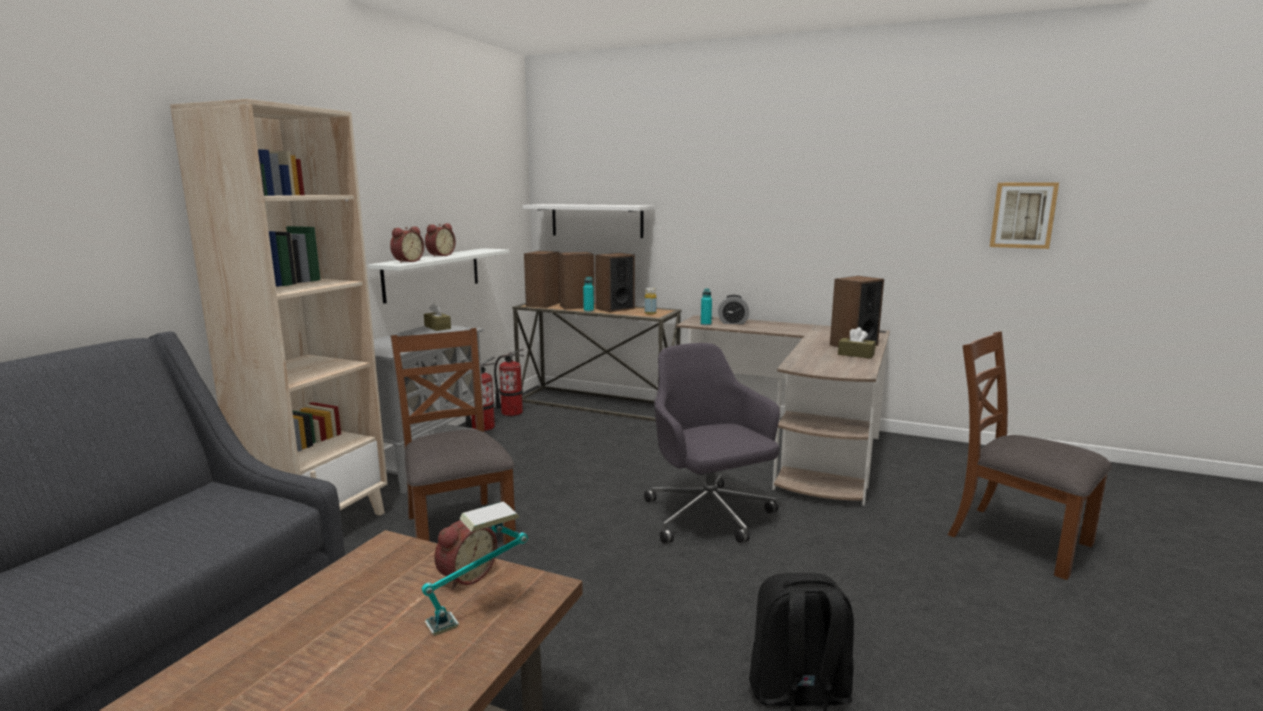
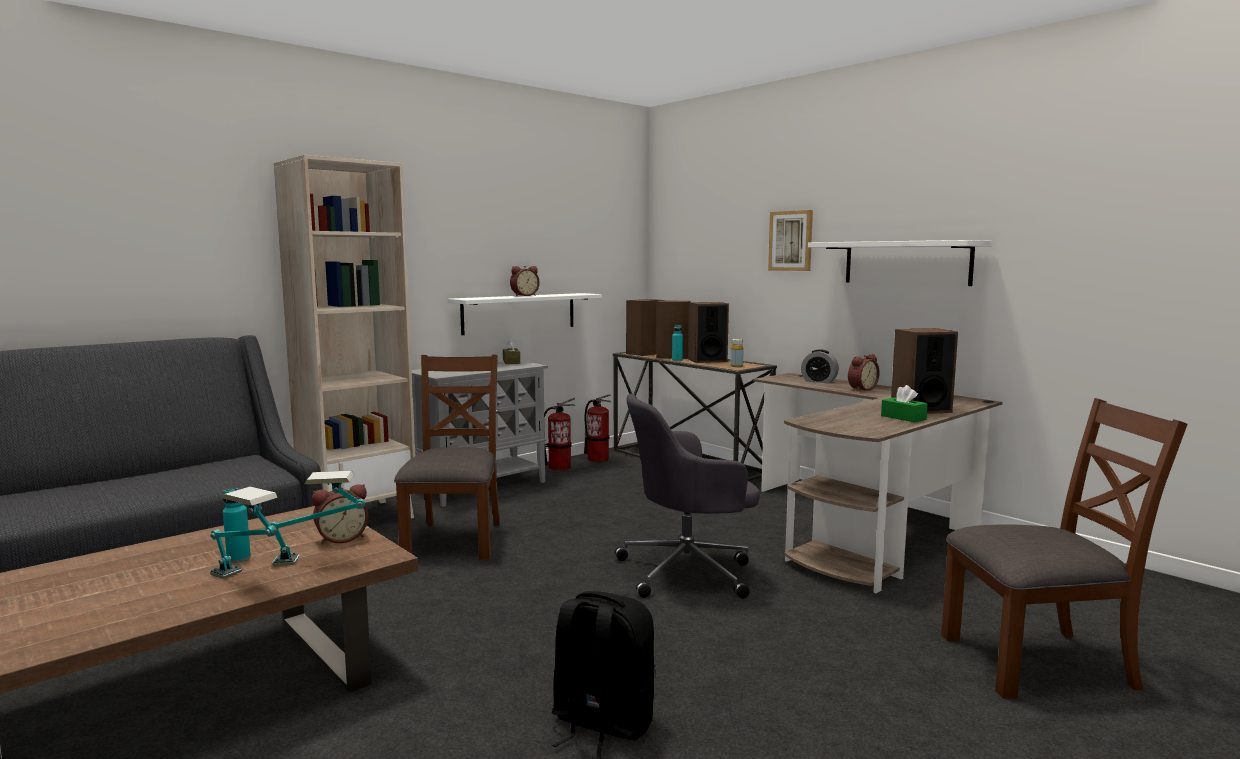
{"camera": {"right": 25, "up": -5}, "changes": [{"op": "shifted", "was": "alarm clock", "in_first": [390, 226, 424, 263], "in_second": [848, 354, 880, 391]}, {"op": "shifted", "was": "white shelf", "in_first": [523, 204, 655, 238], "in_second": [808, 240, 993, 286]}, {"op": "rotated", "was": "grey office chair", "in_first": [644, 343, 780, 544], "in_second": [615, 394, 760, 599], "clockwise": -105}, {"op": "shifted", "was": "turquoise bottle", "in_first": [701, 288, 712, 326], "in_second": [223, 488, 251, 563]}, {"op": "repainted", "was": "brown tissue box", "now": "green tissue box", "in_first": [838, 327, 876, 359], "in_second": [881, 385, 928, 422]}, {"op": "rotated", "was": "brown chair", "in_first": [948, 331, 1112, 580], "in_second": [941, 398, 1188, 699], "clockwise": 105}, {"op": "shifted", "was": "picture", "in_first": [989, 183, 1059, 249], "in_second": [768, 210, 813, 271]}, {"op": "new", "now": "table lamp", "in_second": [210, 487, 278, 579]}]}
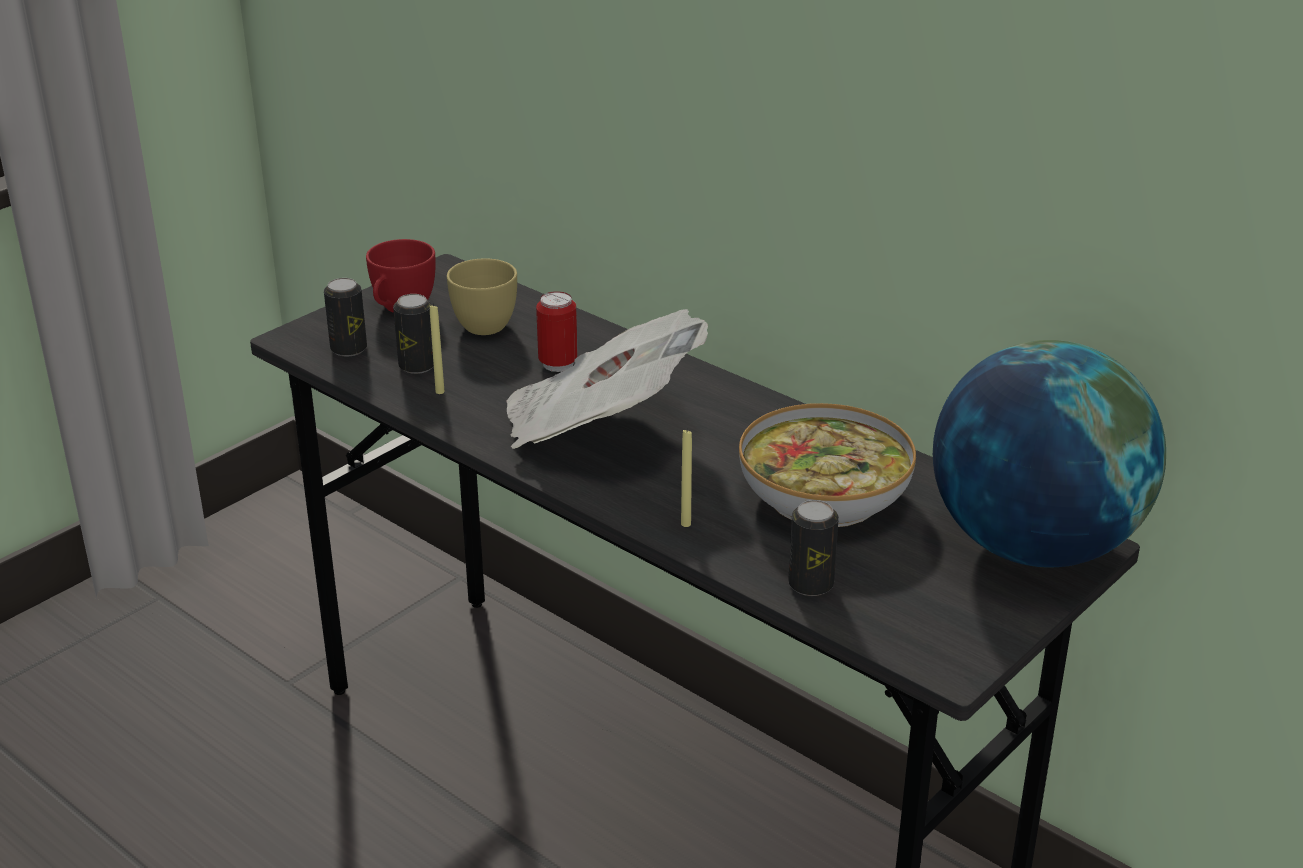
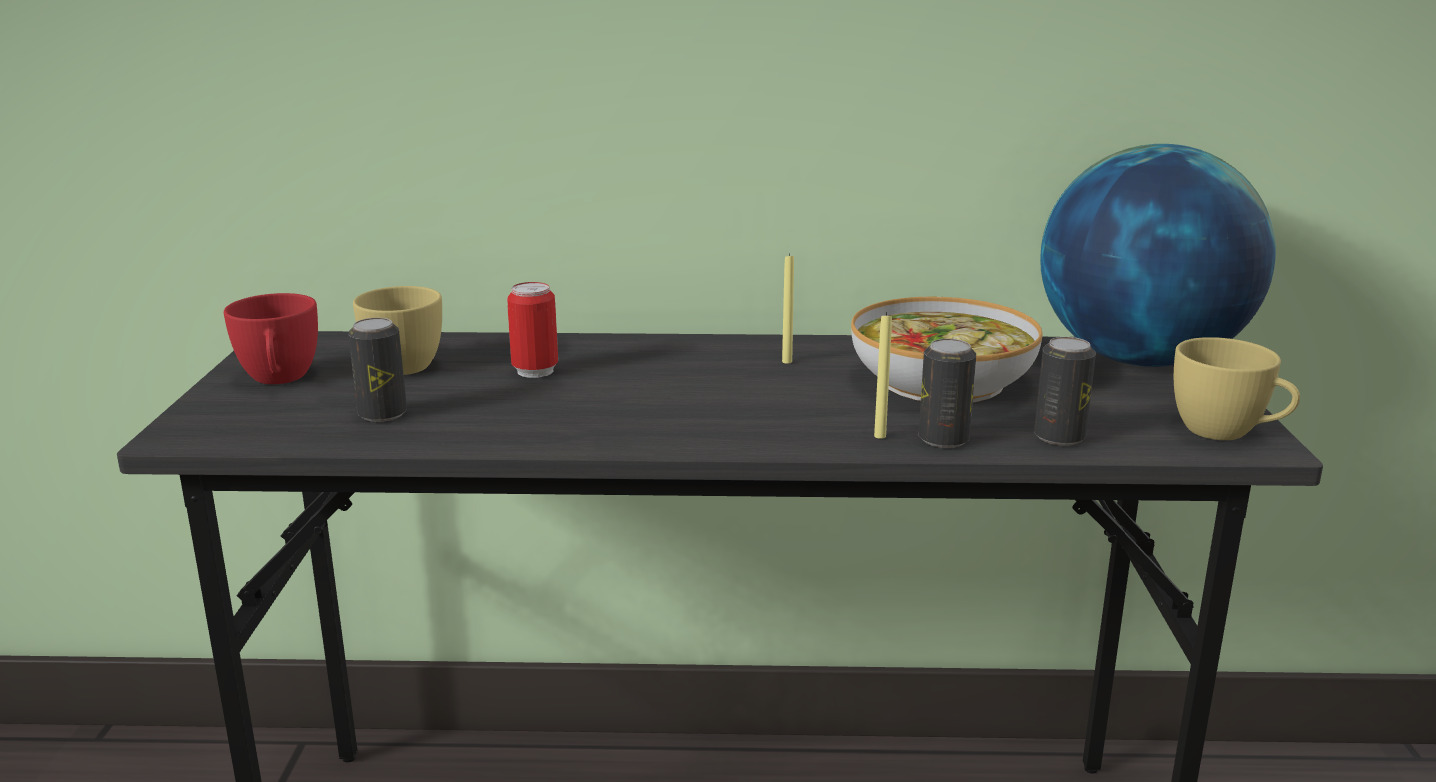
{"camera": {"right": -40, "up": -10}, "changes": [{"op": "shifted", "was": "can", "in_first": [324, 278, 367, 357], "in_second": [919, 339, 976, 448]}, {"op": "shifted", "was": "yellow candle", "in_first": [430, 304, 445, 394], "in_second": [782, 253, 794, 364]}, {"op": "gone", "was": "newspaper", "in_first": [506, 309, 708, 449]}, {"op": "new", "now": "yellow cup", "in_second": [1174, 337, 1300, 440]}]}
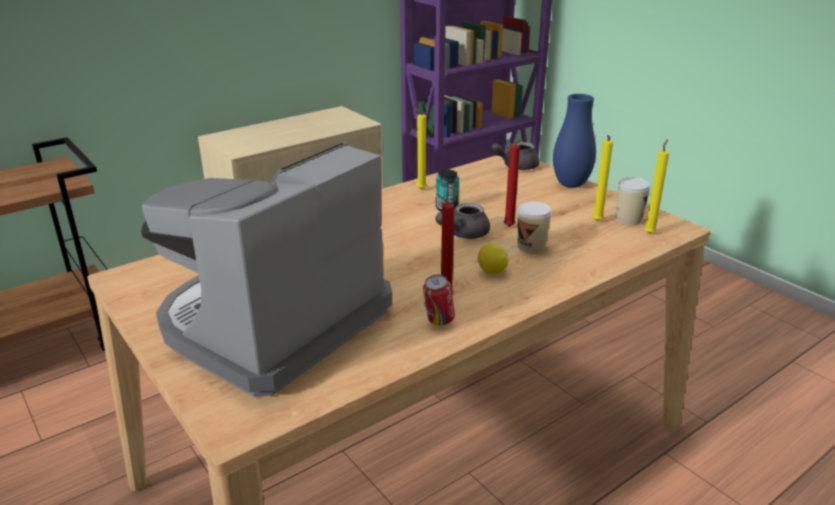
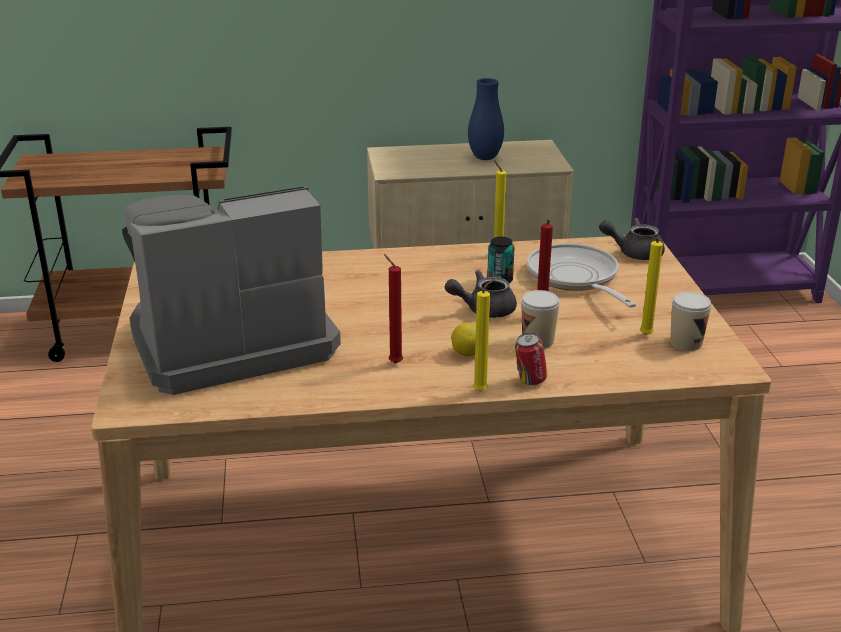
{"camera": {"right": 30, "up": 0}, "changes": [{"op": "shifted", "was": "can", "in_first": [423, 275, 455, 325], "in_second": [515, 333, 548, 385]}, {"op": "shifted", "was": "blue vase", "in_first": [553, 94, 596, 188], "in_second": [468, 78, 504, 160]}, {"op": "shifted", "was": "yellow candle", "in_first": [644, 139, 669, 234], "in_second": [473, 279, 495, 392]}, {"op": "new", "now": "frying pan", "in_second": [527, 243, 636, 308]}]}
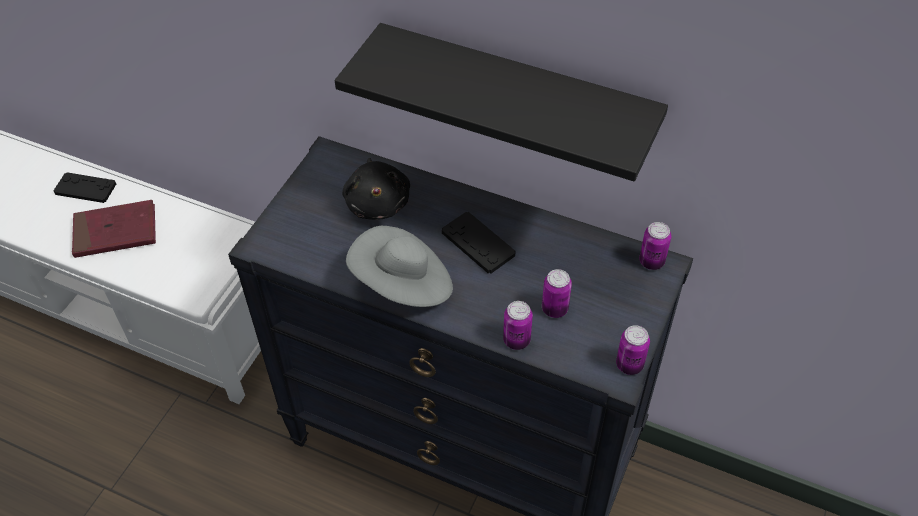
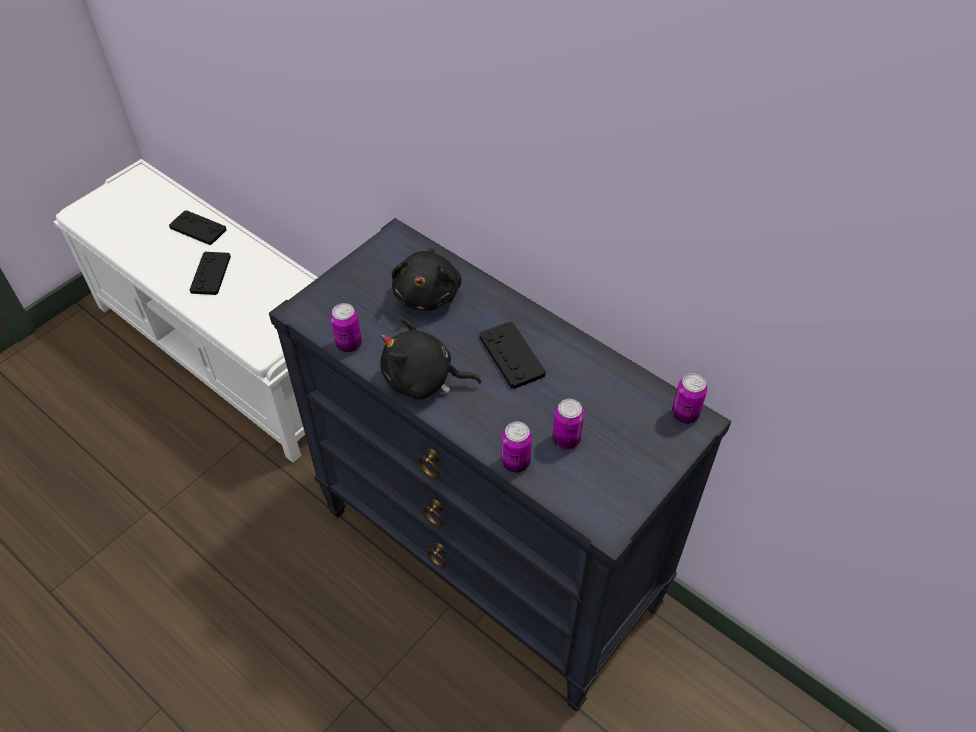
{"camera": {"right": 15, "up": 0}, "changes": [{"op": "swapped", "was": "red book", "now": "black game controller", "in_first": [72, 200, 156, 258], "in_second": [190, 252, 231, 295]}, {"op": "gone", "was": "black shelf", "in_first": [335, 23, 668, 181]}, {"op": "swapped", "was": "grey hat", "now": "black plush toy", "in_first": [346, 226, 453, 307], "in_second": [380, 318, 481, 399]}, {"op": "shifted", "was": "can", "in_first": [616, 325, 650, 375], "in_second": [330, 303, 362, 352]}]}
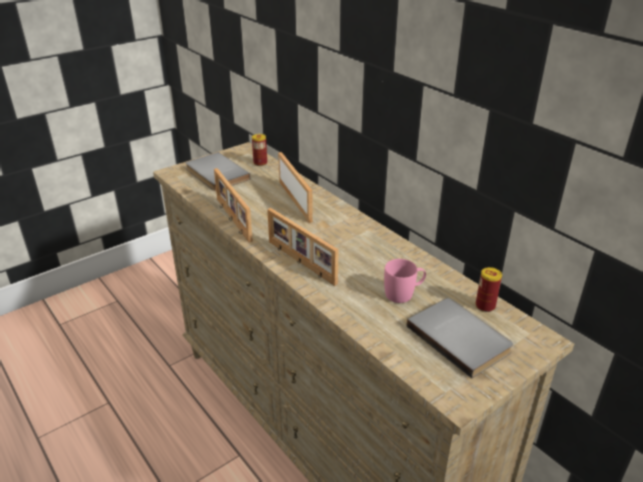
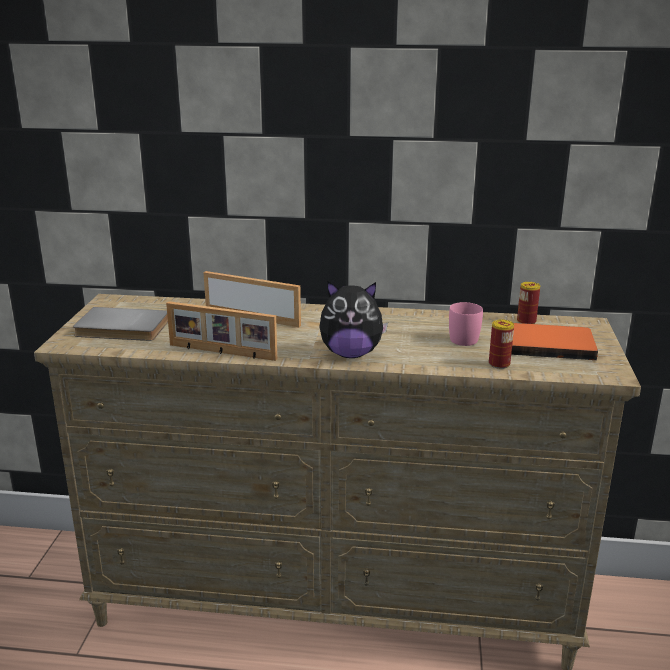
{"camera": {"right": -45, "up": -10}, "changes": [{"op": "shifted", "was": "can", "in_first": [252, 134, 267, 166], "in_second": [489, 319, 514, 369]}, {"op": "swapped", "was": "picture frame", "now": "plush toy", "in_first": [267, 208, 339, 286], "in_second": [319, 281, 388, 358]}, {"op": "repainted", "was": "grey book", "now": "orange book", "in_first": [407, 298, 513, 378], "in_second": [511, 323, 598, 360]}]}
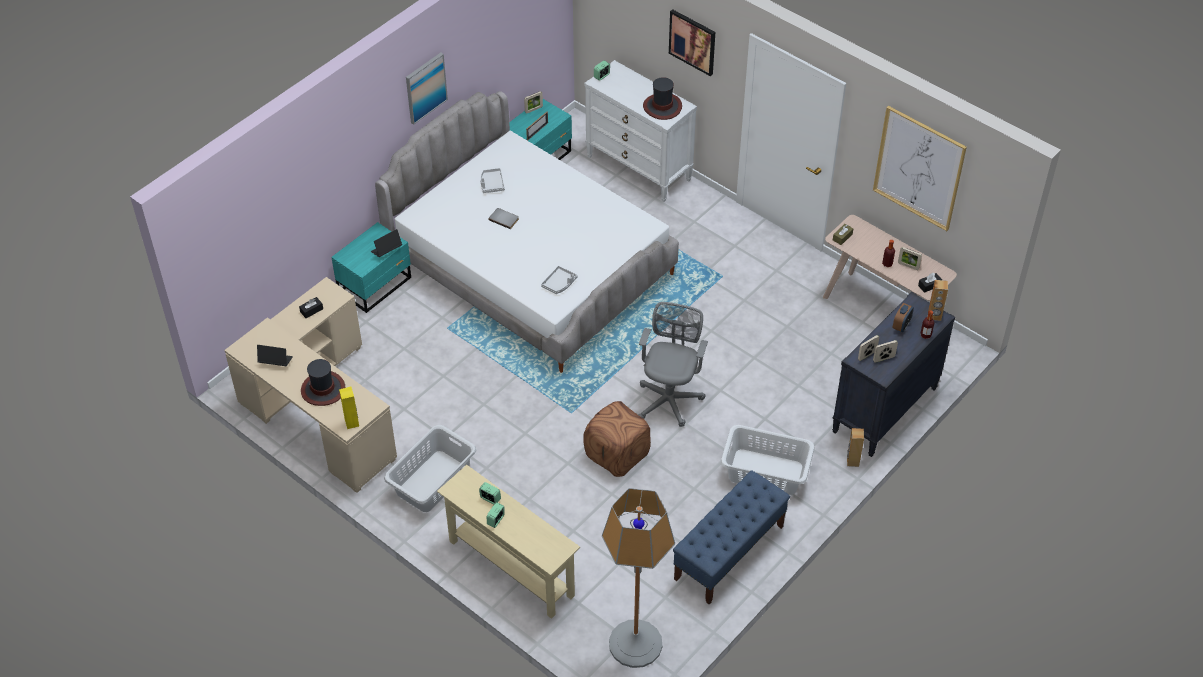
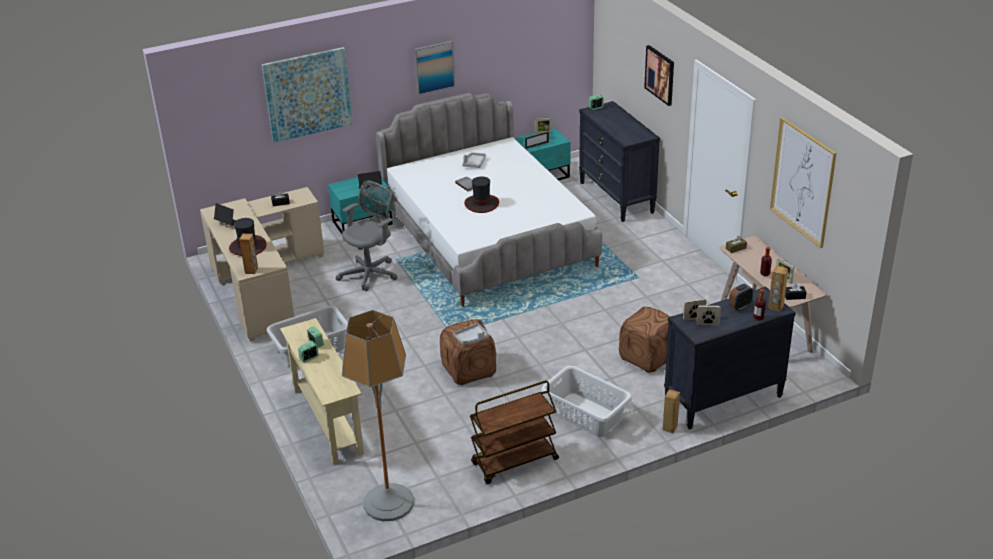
{"camera": {"right": 25, "up": -15}, "changes": [{"op": "repainted", "was": "yellow speaker", "now": "brown speaker", "in_first": [339, 387, 359, 429], "in_second": [239, 234, 258, 274]}, {"op": "shifted", "was": "grey tray", "in_first": [541, 266, 577, 294], "in_second": [453, 323, 490, 344]}, {"op": "repainted", "was": "white dresser", "now": "black dresser", "in_first": [584, 60, 697, 202], "in_second": [579, 101, 660, 222]}, {"op": "shifted", "was": "grey office chair", "in_first": [638, 302, 708, 427], "in_second": [335, 180, 398, 291]}, {"op": "shifted", "was": "hat", "in_first": [643, 77, 682, 120], "in_second": [464, 176, 499, 213]}, {"op": "swapped", "was": "blue bench", "now": "brown cart", "in_first": [673, 470, 790, 604], "in_second": [470, 381, 559, 484]}, {"op": "new", "now": "picture", "in_second": [262, 47, 353, 143]}, {"op": "new", "now": "brown ottoman", "in_second": [619, 307, 670, 372]}]}
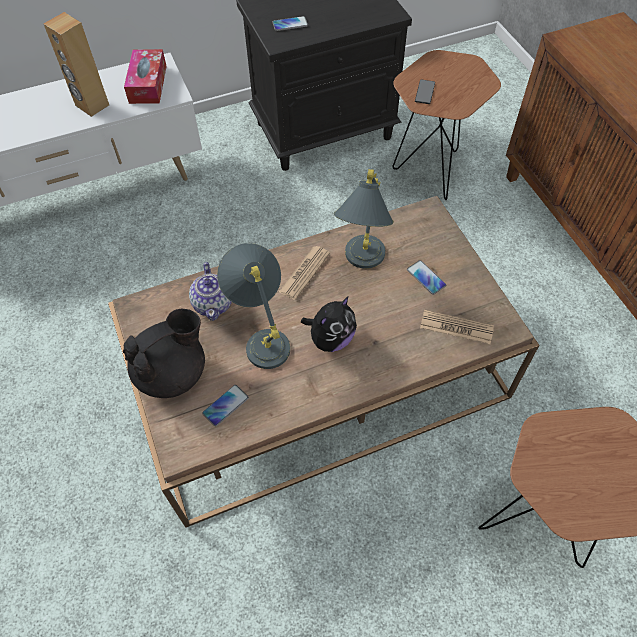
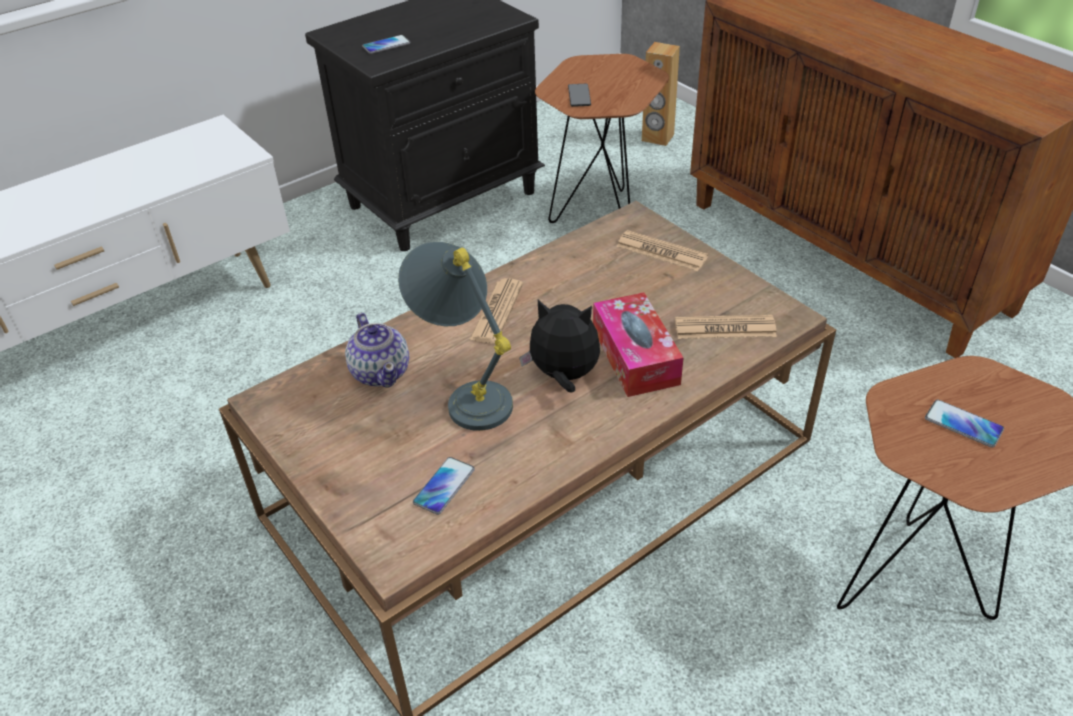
{"camera": {"right": -15, "up": -15}, "changes": [{"op": "shifted", "was": "brown speaker", "in_first": [44, 12, 109, 117], "in_second": [642, 42, 680, 146]}, {"op": "gone", "was": "black teapot", "in_first": [123, 309, 205, 398]}, {"op": "shifted", "was": "tissue box", "in_first": [124, 49, 167, 104], "in_second": [593, 292, 683, 397]}, {"op": "rotated", "was": "plush toy", "in_first": [301, 296, 357, 352], "in_second": [519, 300, 600, 392], "clockwise": -105}, {"op": "gone", "was": "grey table lamp", "in_first": [334, 169, 394, 269]}, {"op": "shifted", "was": "phone", "in_first": [407, 260, 446, 295], "in_second": [925, 400, 1004, 448]}, {"op": "new", "now": "newspaper", "in_second": [616, 230, 708, 271]}]}
